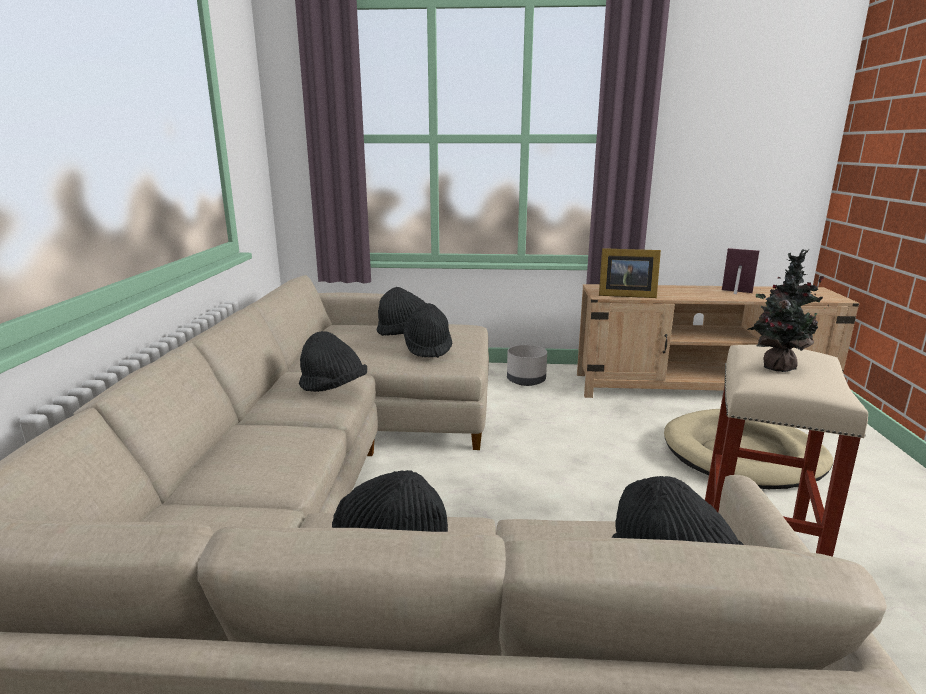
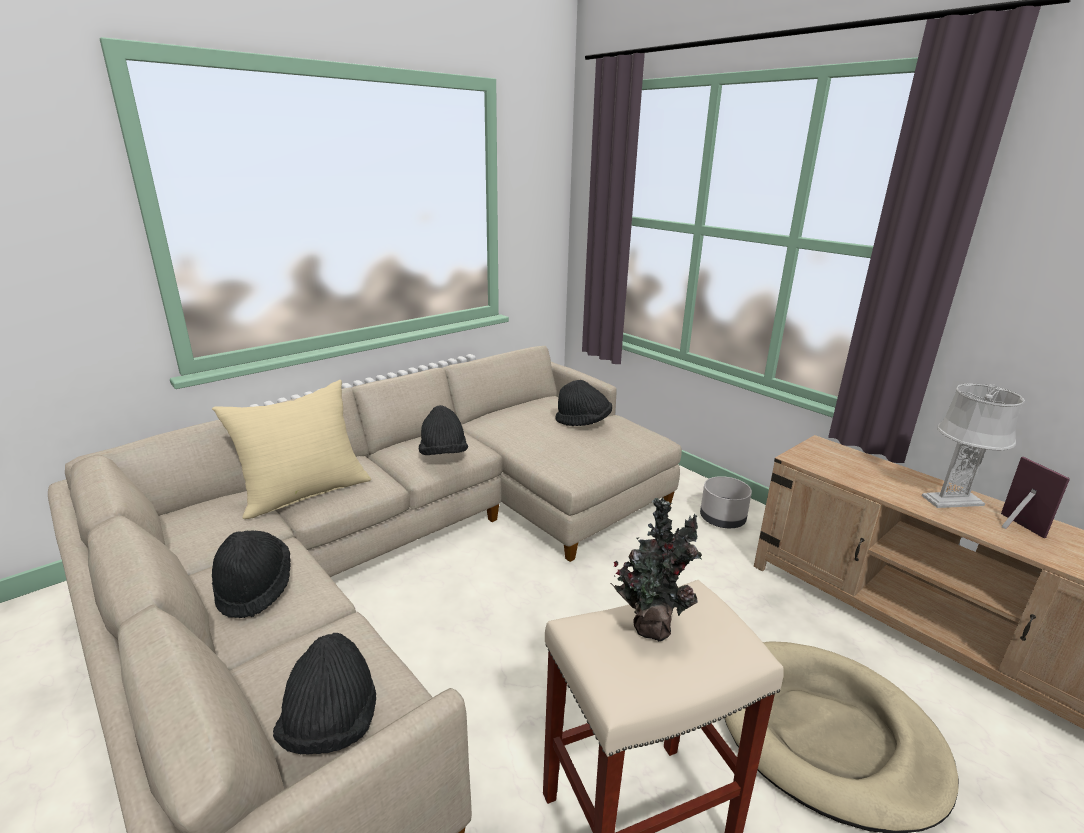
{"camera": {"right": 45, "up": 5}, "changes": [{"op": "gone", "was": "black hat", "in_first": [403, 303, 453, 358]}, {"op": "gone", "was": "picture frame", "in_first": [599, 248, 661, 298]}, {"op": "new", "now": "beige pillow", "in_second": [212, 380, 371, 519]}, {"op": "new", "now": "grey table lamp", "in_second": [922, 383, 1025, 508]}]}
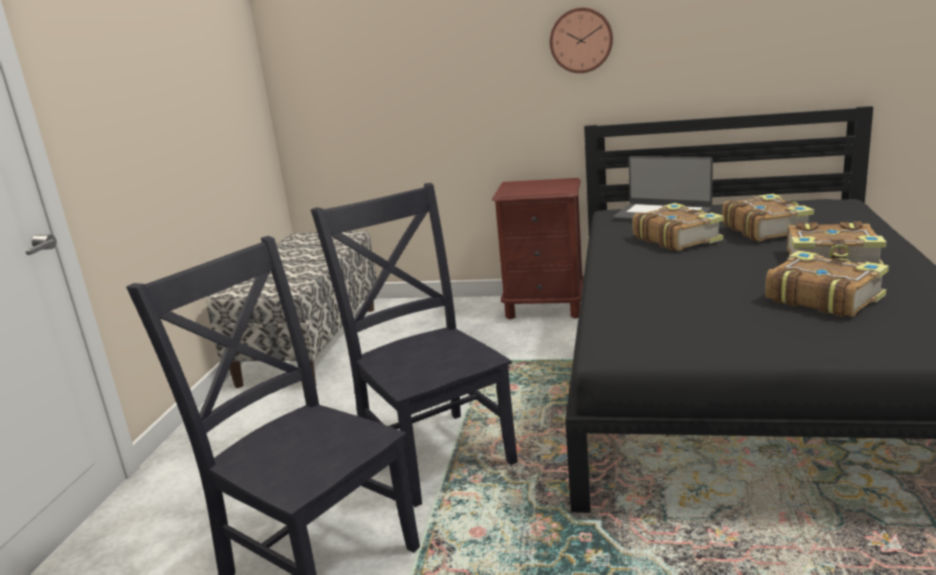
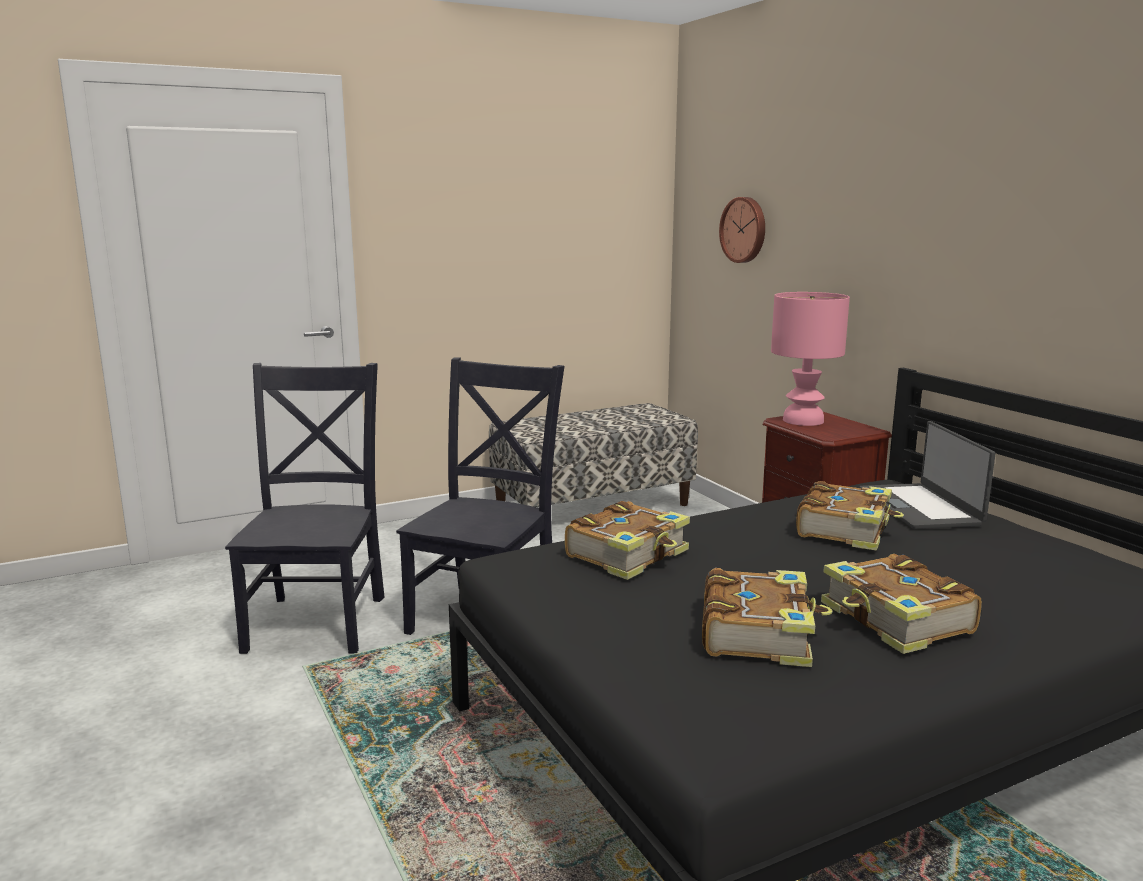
{"camera": {"right": 50, "up": -5}, "changes": [{"op": "shifted", "was": "wall clock", "in_first": [550, 7, 613, 73], "in_second": [719, 197, 765, 263]}, {"op": "shifted", "was": "book", "in_first": [722, 194, 814, 241], "in_second": [565, 501, 690, 580]}, {"op": "new", "now": "pink table lamp", "in_second": [771, 292, 850, 426]}]}
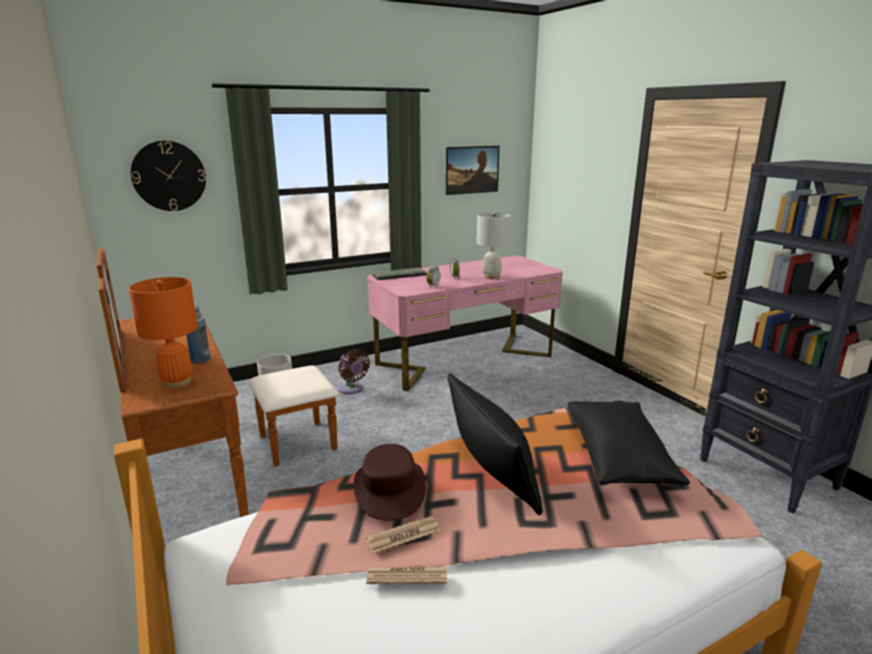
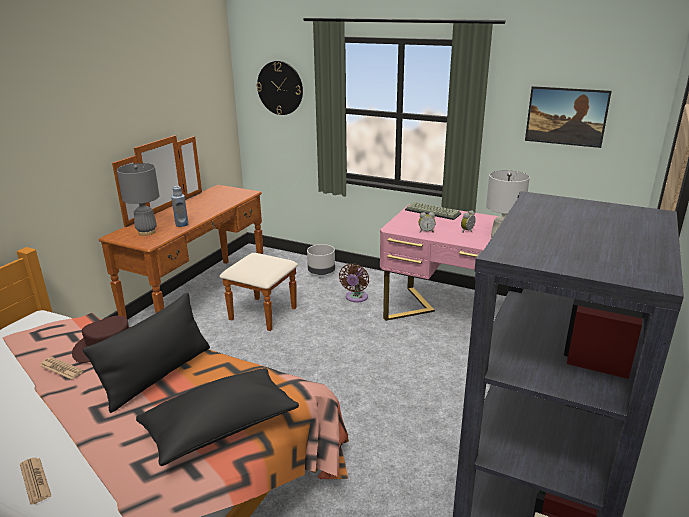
{"camera": {"right": 55, "up": 5}, "changes": [{"op": "repainted", "was": "orange table lamp", "now": "grey table lamp", "in_first": [129, 277, 198, 388], "in_second": [117, 163, 160, 236]}, {"op": "shifted", "was": "newspaper", "in_first": [366, 567, 447, 584], "in_second": [20, 458, 51, 505]}]}
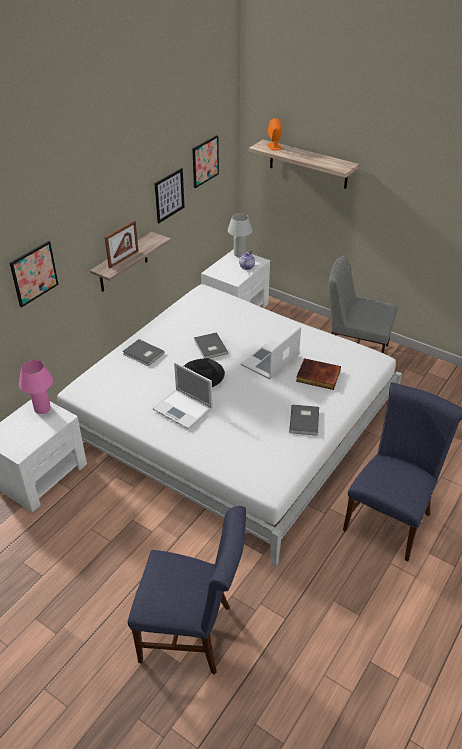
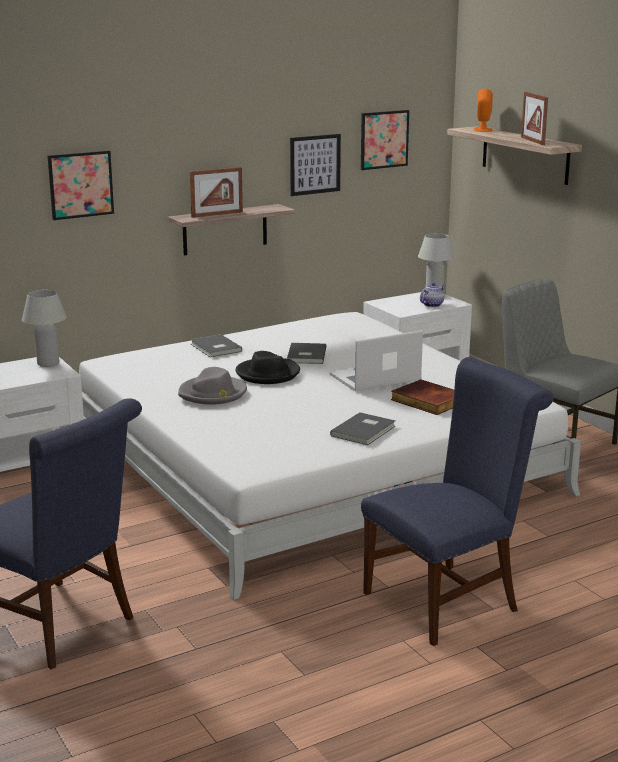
{"camera": {"right": 25, "up": -20}, "changes": [{"op": "repainted", "was": "pink table lamp", "now": "white table lamp", "in_first": [19, 360, 53, 414], "in_second": [22, 290, 67, 367]}, {"op": "swapped", "was": "laptop", "now": "grey hat", "in_first": [153, 362, 213, 430], "in_second": [178, 367, 247, 405]}, {"op": "new", "now": "picture frame", "in_second": [521, 92, 548, 145]}]}
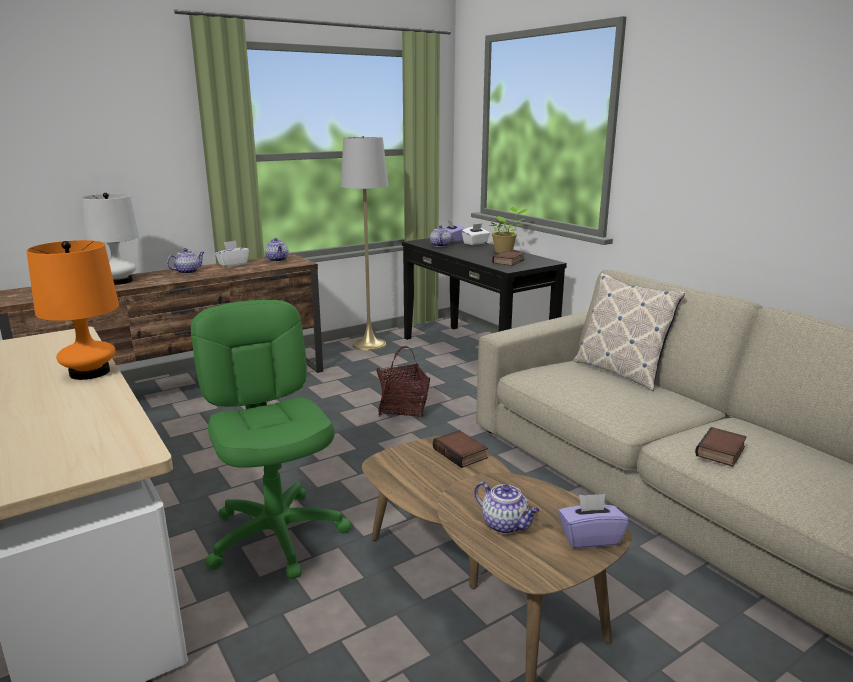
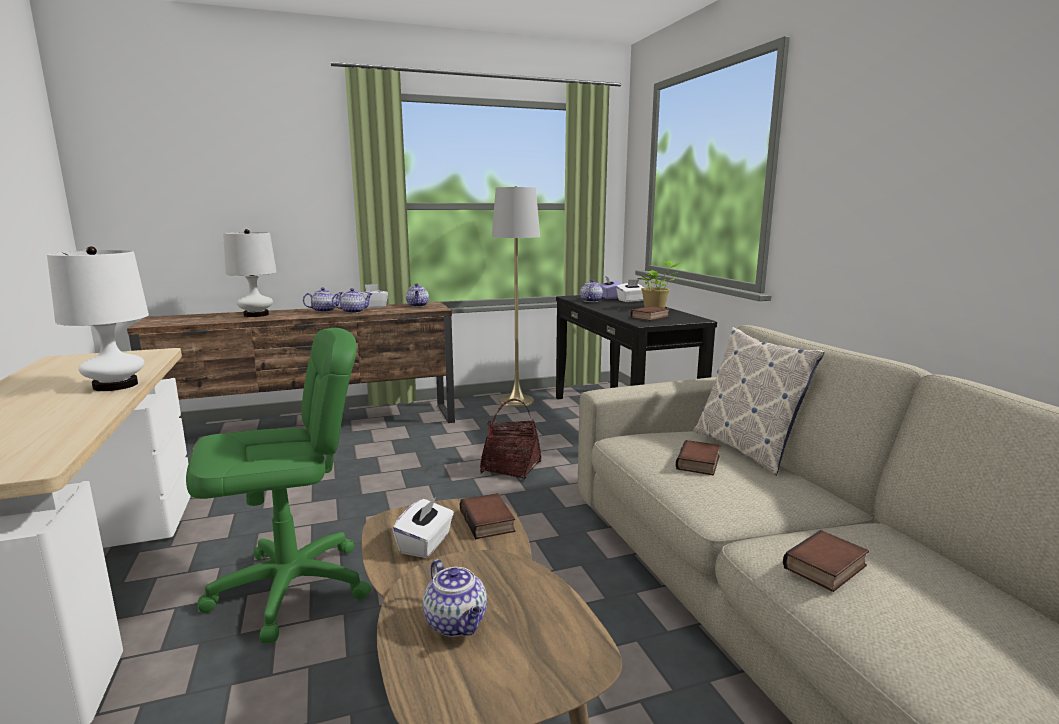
{"camera": {"right": 15, "up": -5}, "changes": [{"op": "repainted", "was": "orange table lamp", "now": "white table lamp", "in_first": [27, 240, 119, 380], "in_second": [47, 247, 149, 391]}, {"op": "rotated", "was": "green office chair", "in_first": [191, 300, 351, 579], "in_second": [186, 328, 371, 643], "clockwise": 75}, {"op": "gone", "was": "purple tissue box", "in_first": [558, 494, 629, 548]}, {"op": "new", "now": "teapot", "in_second": [332, 288, 372, 313]}, {"op": "new", "now": "white tissue box", "in_second": [392, 497, 454, 558]}, {"op": "new", "now": "book", "in_second": [676, 440, 720, 475]}]}
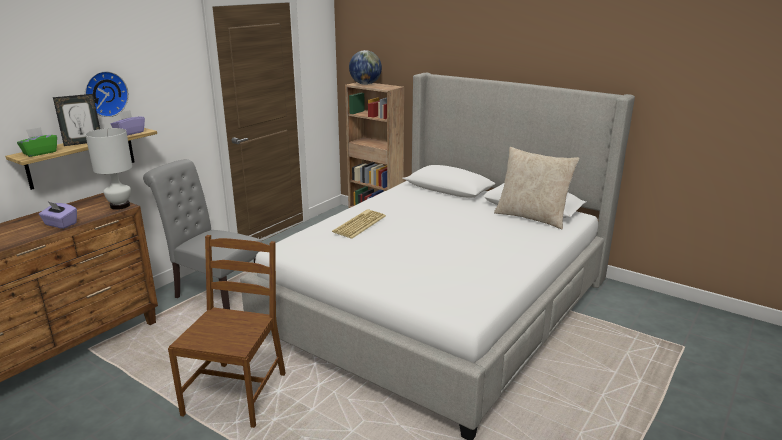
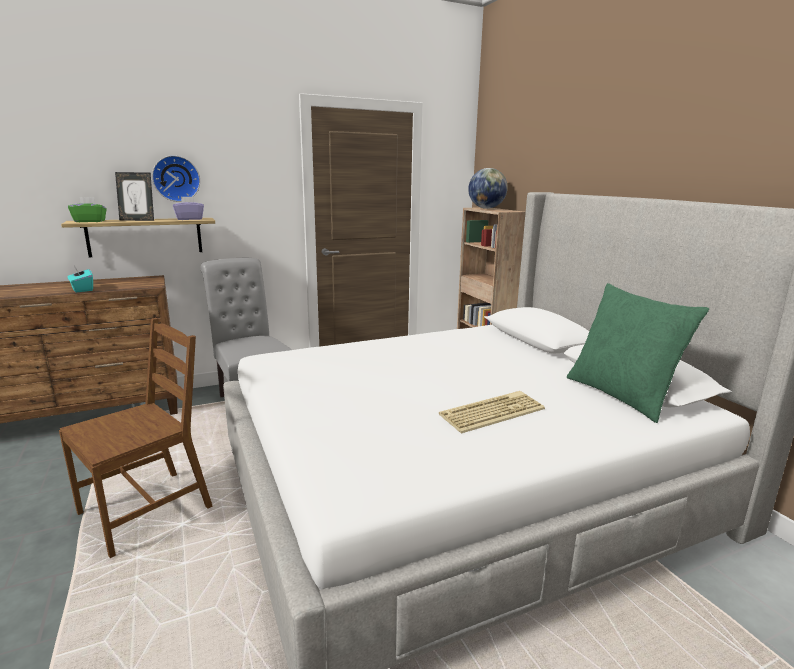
{"camera": {"right": 30, "up": -5}, "changes": [{"op": "repainted", "was": "purple tissue box", "now": "turquoise tissue box", "in_first": [39, 202, 77, 229], "in_second": [67, 265, 93, 292]}, {"op": "gone", "was": "white table lamp", "in_first": [85, 128, 132, 210]}, {"op": "shifted", "was": "keyboard", "in_first": [332, 209, 386, 239], "in_second": [439, 391, 545, 433]}, {"op": "repainted", "was": "beige pillow", "now": "green pillow", "in_first": [494, 147, 580, 229], "in_second": [567, 283, 709, 423]}]}
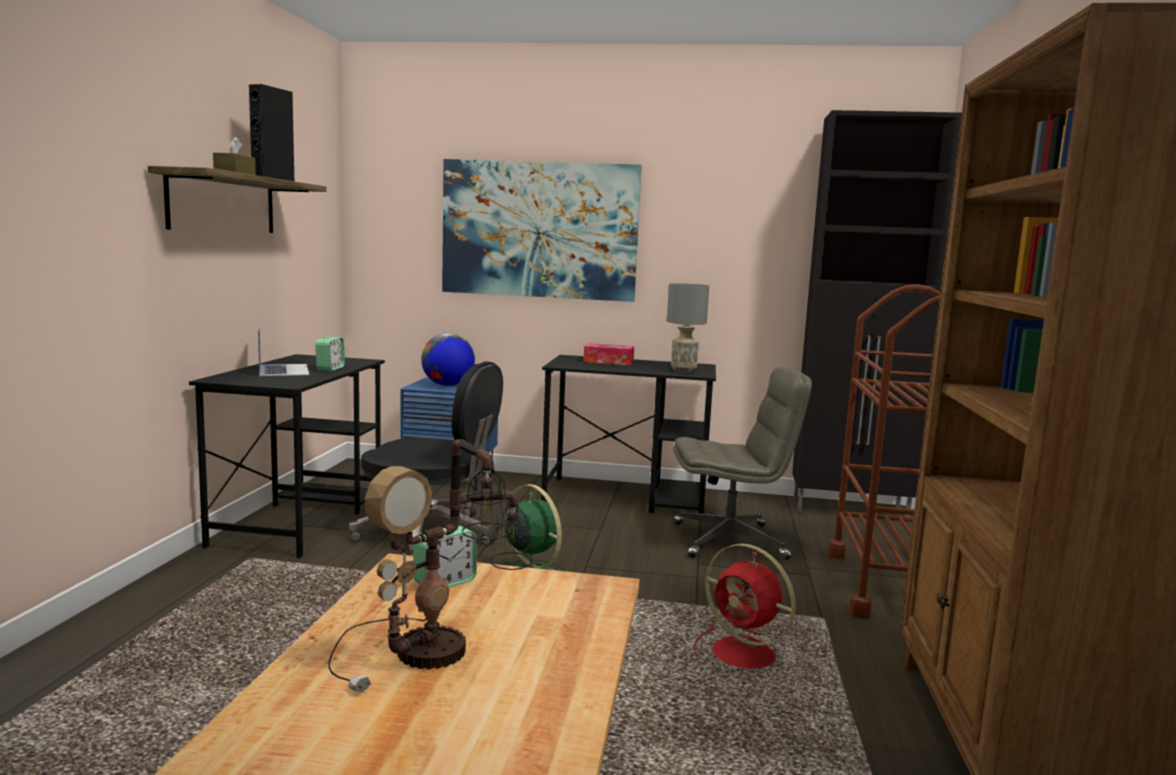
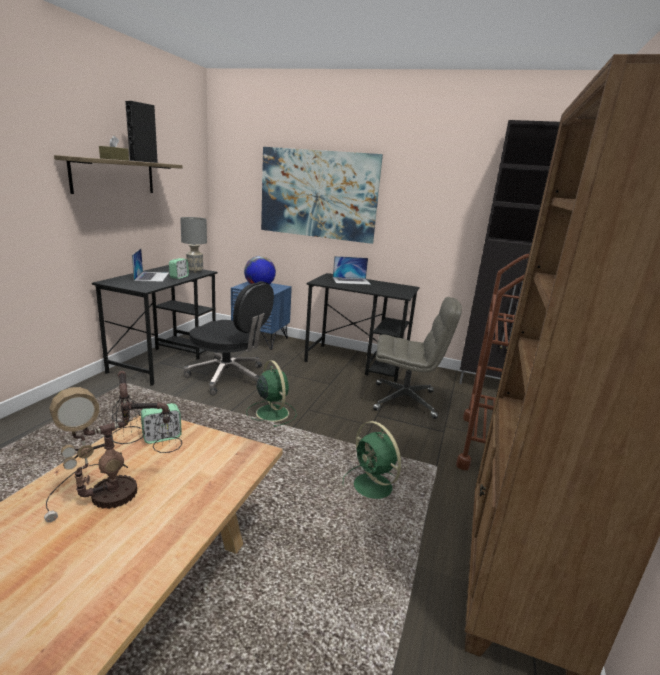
{"camera": {"right": 10, "up": 10}, "changes": [{"op": "swapped", "was": "tissue box", "now": "laptop", "in_first": [583, 343, 634, 365], "in_second": [333, 256, 371, 285]}, {"op": "shifted", "was": "grey table lamp", "in_first": [667, 283, 709, 372], "in_second": [180, 217, 207, 273]}, {"op": "repainted", "was": "red fan", "now": "green fan", "in_first": [693, 544, 796, 669], "in_second": [343, 421, 401, 499]}]}
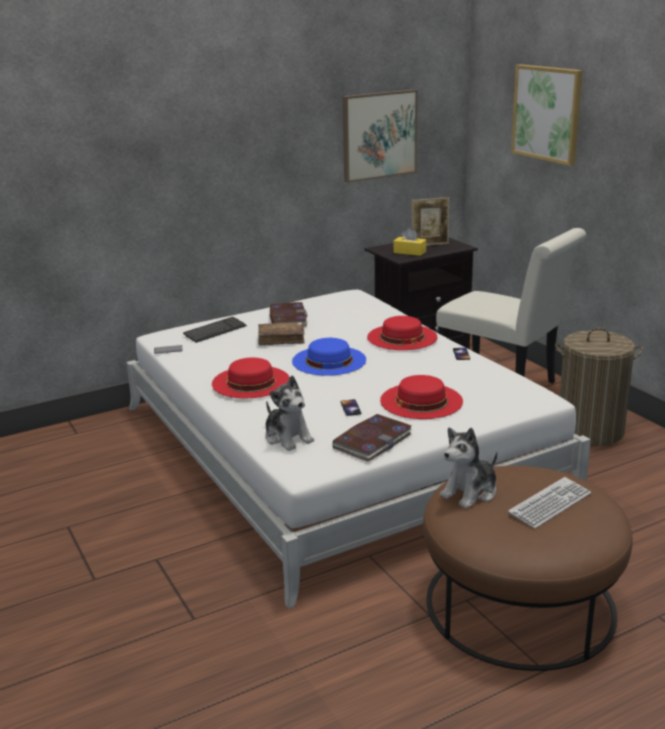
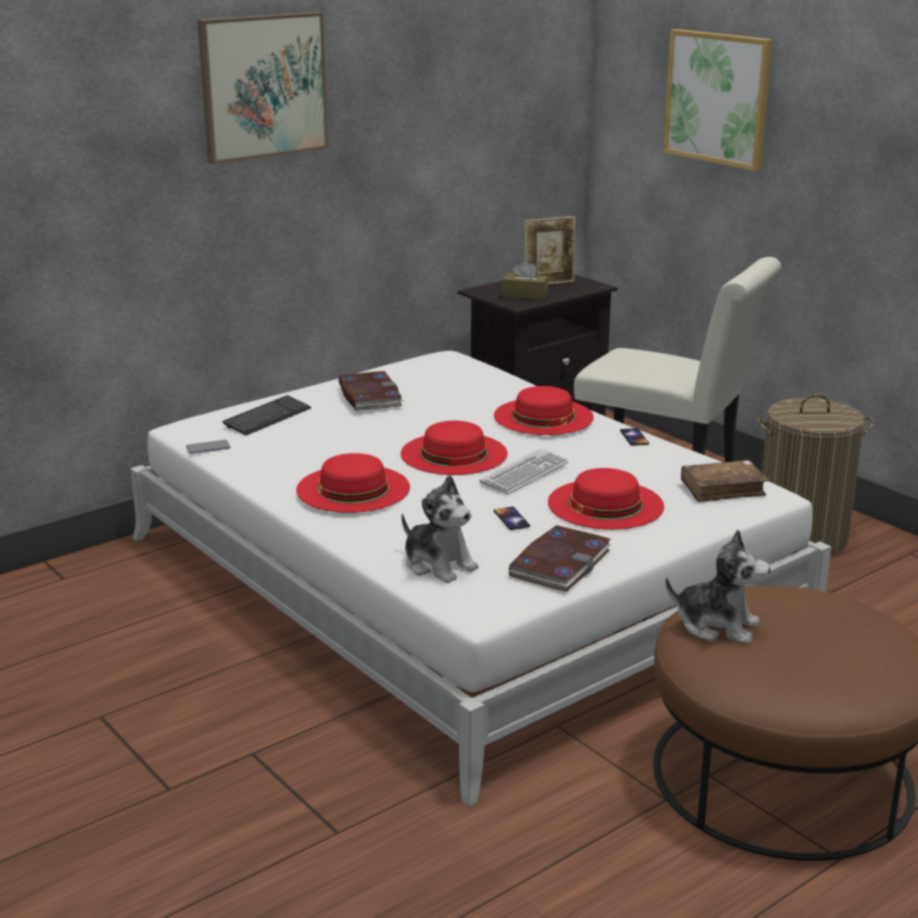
{"camera": {"right": -10, "up": 0}, "changes": [{"op": "shifted", "was": "brown book", "in_first": [258, 322, 305, 345], "in_second": [681, 460, 769, 502]}, {"op": "repainted", "was": "blue hat", "now": "red hat", "in_first": [292, 338, 366, 376], "in_second": [401, 421, 507, 475]}, {"op": "shifted", "was": "picture", "in_first": [342, 90, 417, 183], "in_second": [197, 12, 328, 164]}, {"op": "repainted", "was": "yellow tissue box", "now": "brown tissue box", "in_first": [393, 228, 426, 256], "in_second": [502, 260, 548, 300]}, {"op": "rotated", "was": "plush toy", "in_first": [440, 427, 497, 509], "in_second": [665, 529, 770, 644], "clockwise": -105}, {"op": "shifted", "was": "keyboard", "in_first": [508, 477, 591, 529], "in_second": [479, 448, 569, 494]}]}
